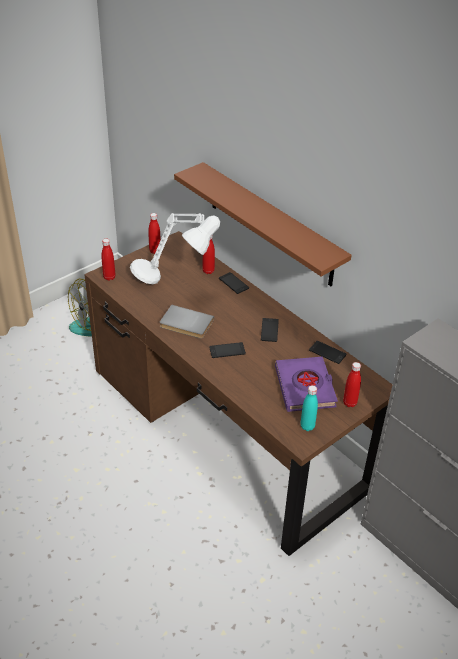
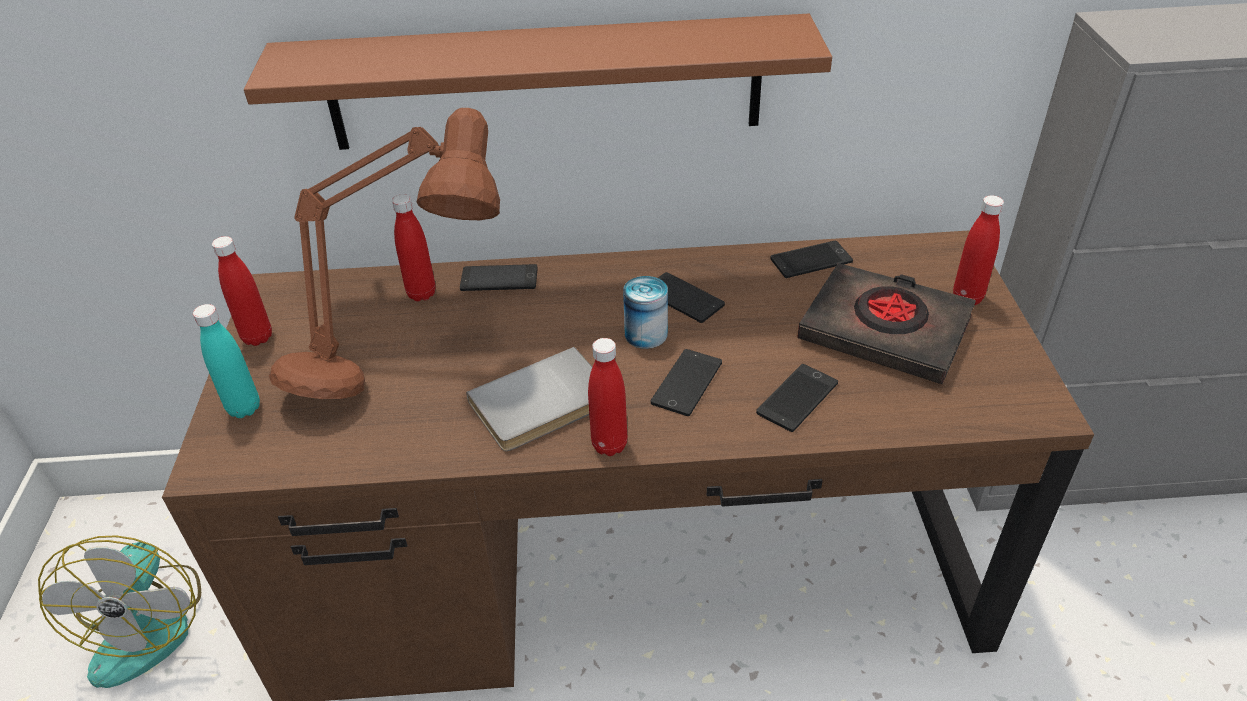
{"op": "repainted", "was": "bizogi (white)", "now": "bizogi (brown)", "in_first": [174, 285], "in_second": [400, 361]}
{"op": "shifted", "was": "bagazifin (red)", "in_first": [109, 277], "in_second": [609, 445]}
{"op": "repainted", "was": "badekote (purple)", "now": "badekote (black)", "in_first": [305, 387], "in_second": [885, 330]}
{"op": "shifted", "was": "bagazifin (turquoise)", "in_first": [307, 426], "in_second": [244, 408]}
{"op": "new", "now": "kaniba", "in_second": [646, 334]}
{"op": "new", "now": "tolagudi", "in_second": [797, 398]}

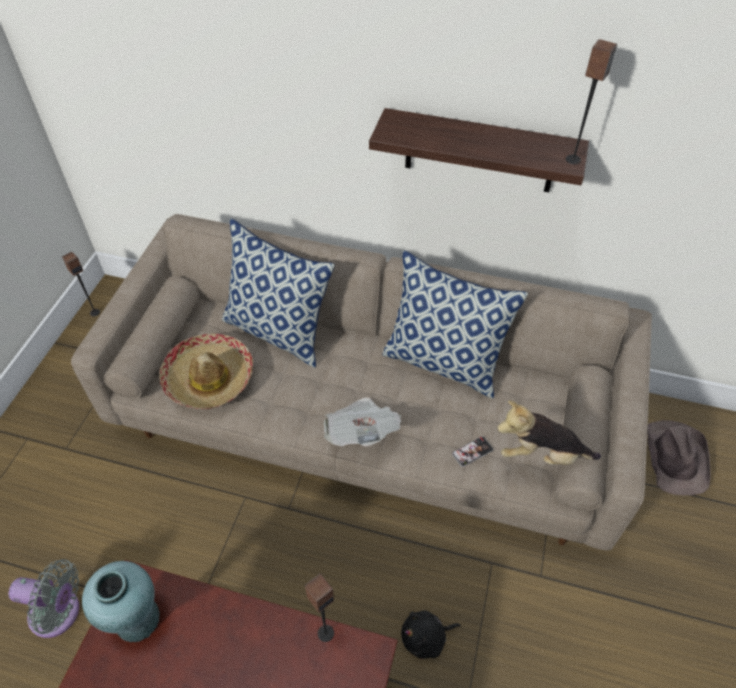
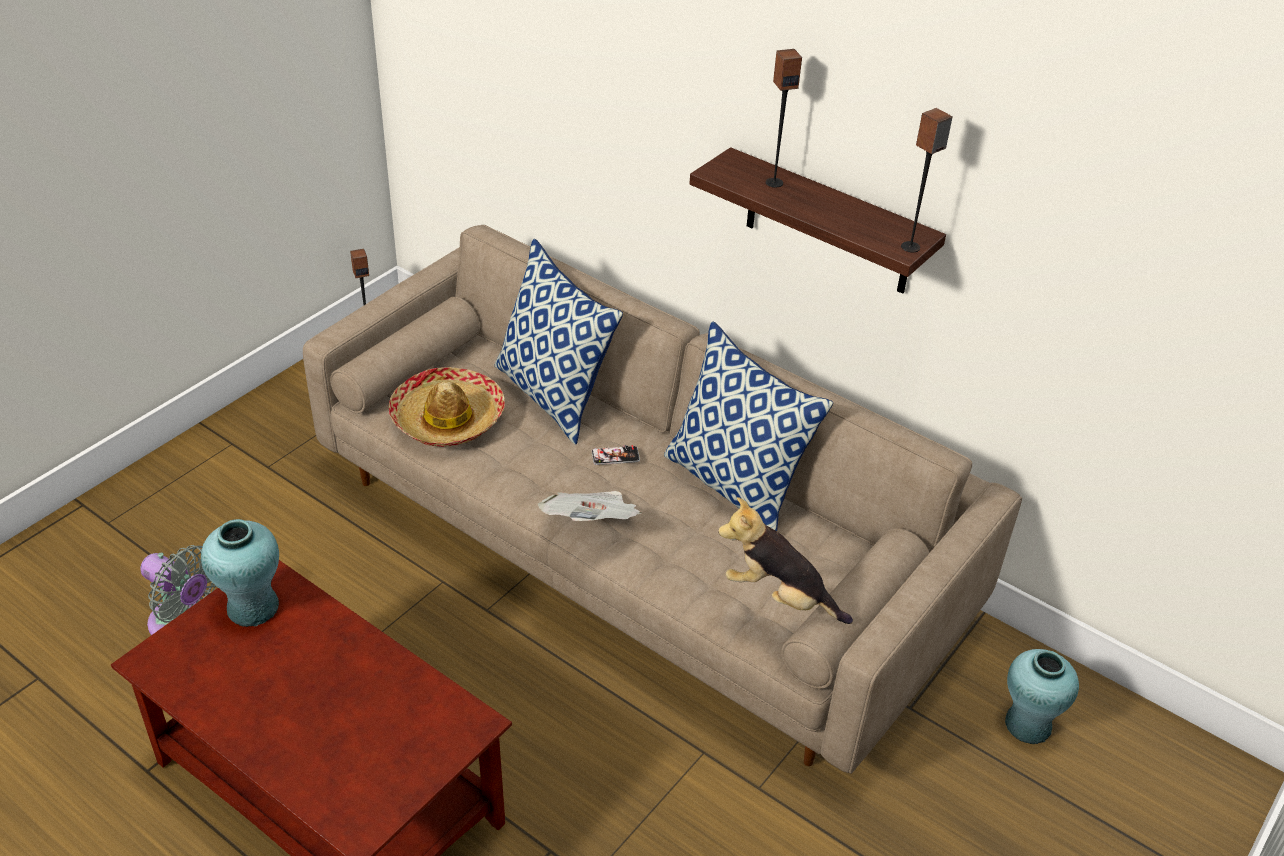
{"op": "swapped", "was": "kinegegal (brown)", "now": "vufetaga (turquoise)", "in_first": [675, 457], "in_second": [1027, 725]}
{"op": "shifted", "was": "tolagudi", "in_first": [472, 452], "in_second": [615, 456]}
{"op": "shifted", "was": "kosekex", "in_first": [325, 633], "in_second": [774, 182]}
{"op": "gone", "was": "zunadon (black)", "in_first": [426, 638]}

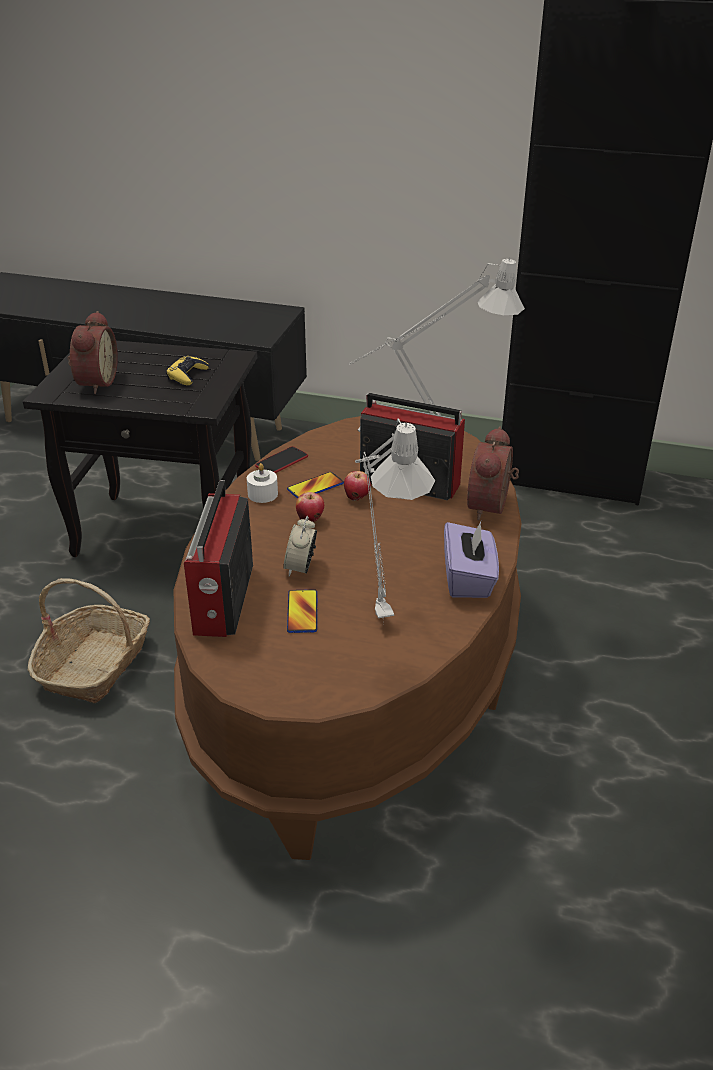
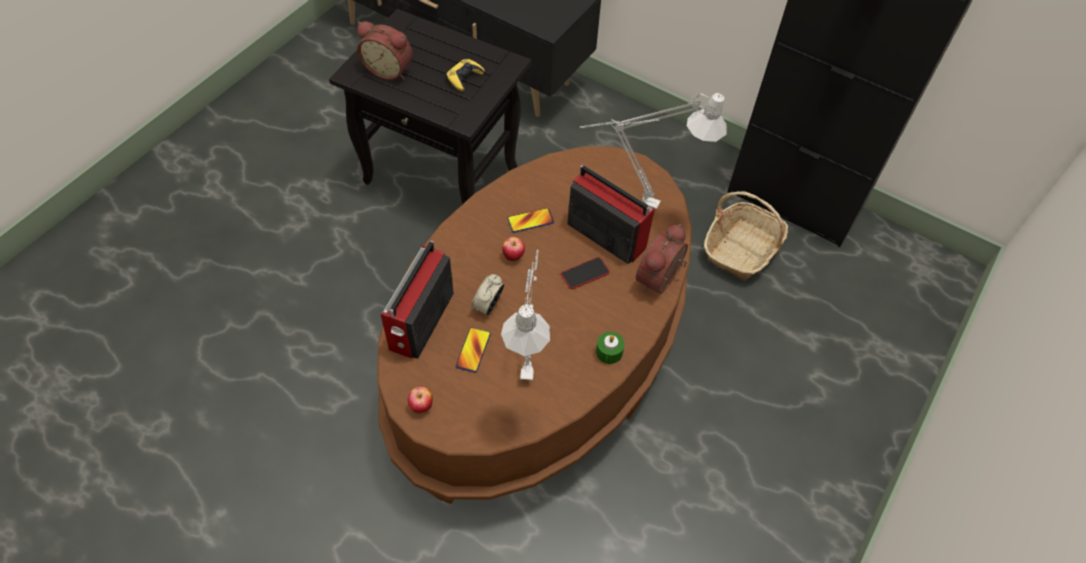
{"op": "rotated", "was": "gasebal", "in_first": [94, 382], "in_second": [389, 69], "clockwise": 90}
{"op": "shifted", "was": "tolagudi", "in_first": [281, 461], "in_second": [585, 274]}
{"op": "gone", "was": "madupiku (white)", "in_first": [262, 494]}
{"op": "shifted", "was": "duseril", "in_first": [357, 498], "in_second": [421, 406]}
{"op": "swapped", "was": "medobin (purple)", "now": "madupiku (green)", "in_first": [468, 579], "in_second": [609, 352]}
{"op": "shifted", "was": "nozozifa", "in_first": [95, 665], "in_second": [742, 248]}

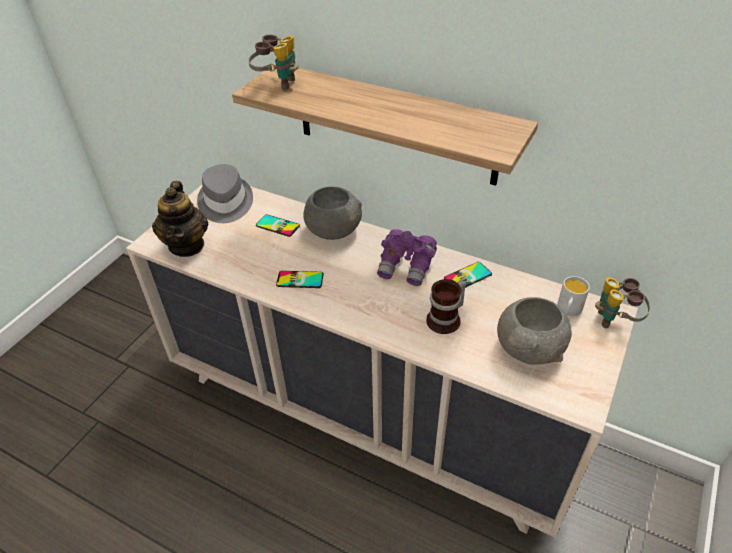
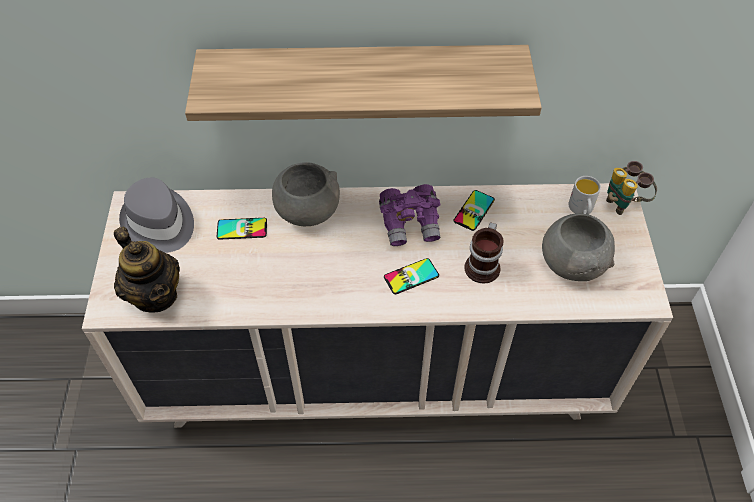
{"op": "gone", "was": "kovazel", "in_first": [277, 83]}
{"op": "shifted", "was": "tolagudi", "in_first": [300, 280], "in_second": [411, 276]}

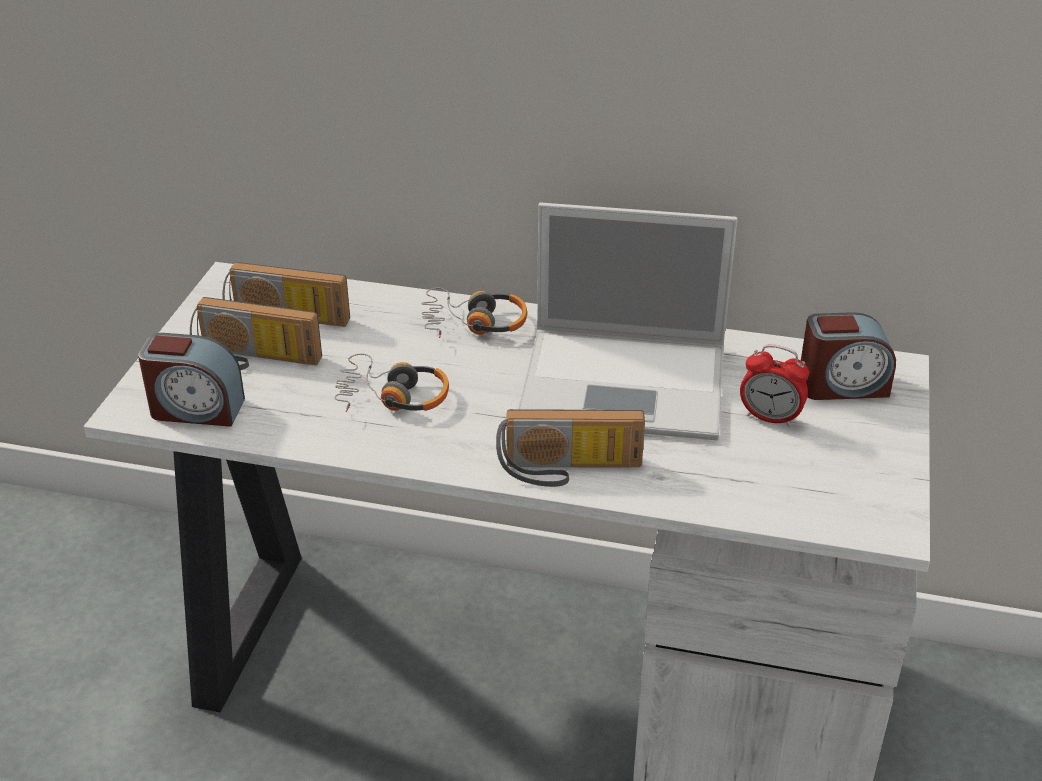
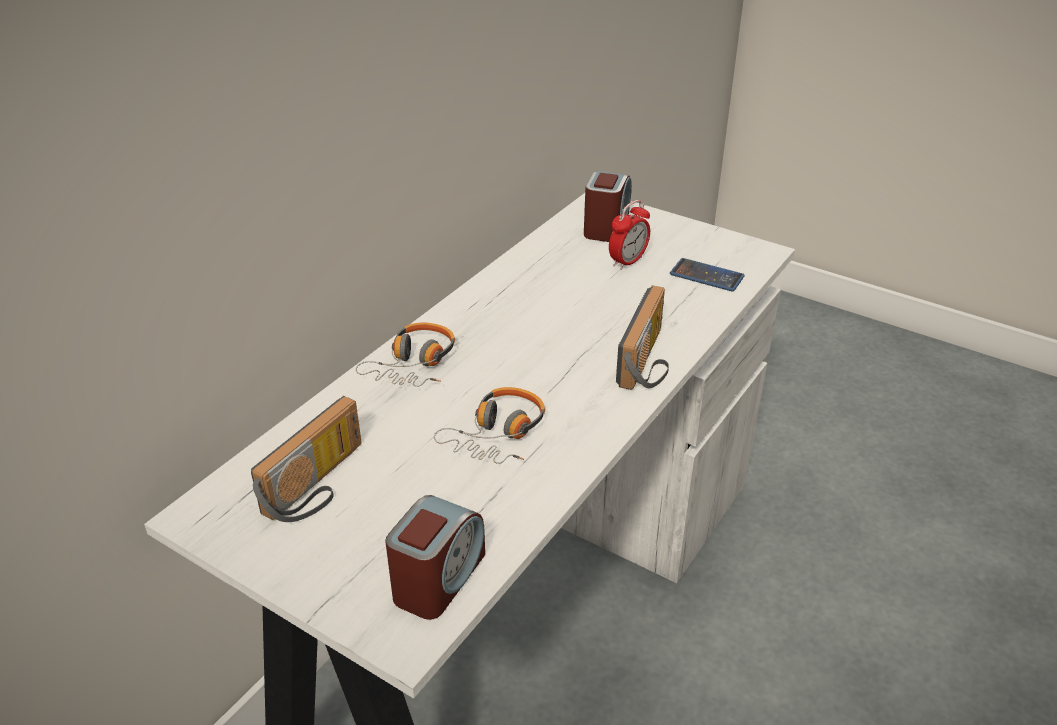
{"op": "gone", "was": "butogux", "in_first": [628, 383]}
{"op": "gone", "was": "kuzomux", "in_first": [254, 359]}
{"op": "new", "now": "tolagudi", "in_second": [706, 276]}

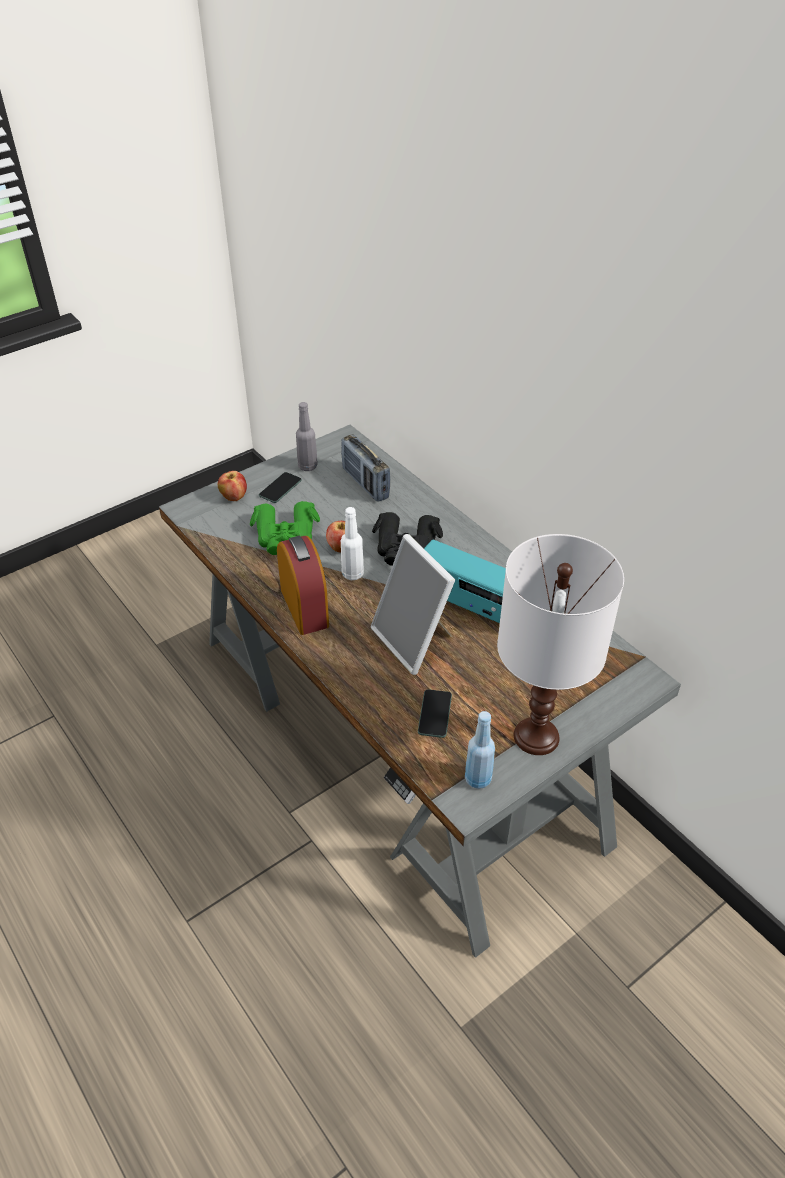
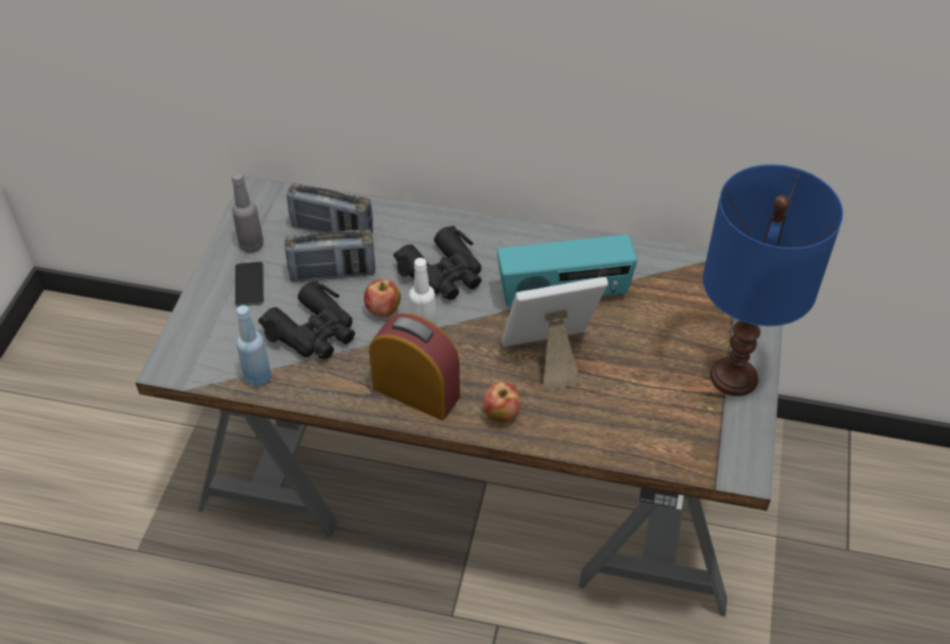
{"op": "shifted", "was": "duseril", "in_first": [234, 497], "in_second": [501, 414]}
{"op": "repainted", "was": "kovazel (green)", "now": "kovazel (black)", "in_first": [285, 536], "in_second": [314, 331]}
{"op": "rotated", "was": "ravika", "in_first": [415, 641], "in_second": [550, 358], "clockwise": 150}
{"op": "repainted", "was": "bizogi (white)", "now": "bizogi (blue)", "in_first": [536, 737], "in_second": [734, 377]}
{"op": "gone", "was": "tolagudi", "in_first": [435, 714]}
{"op": "shifted", "was": "bagazifin (blue)", "in_first": [478, 778], "in_second": [257, 377]}
{"op": "new", "now": "kuzomux", "in_second": [332, 273]}

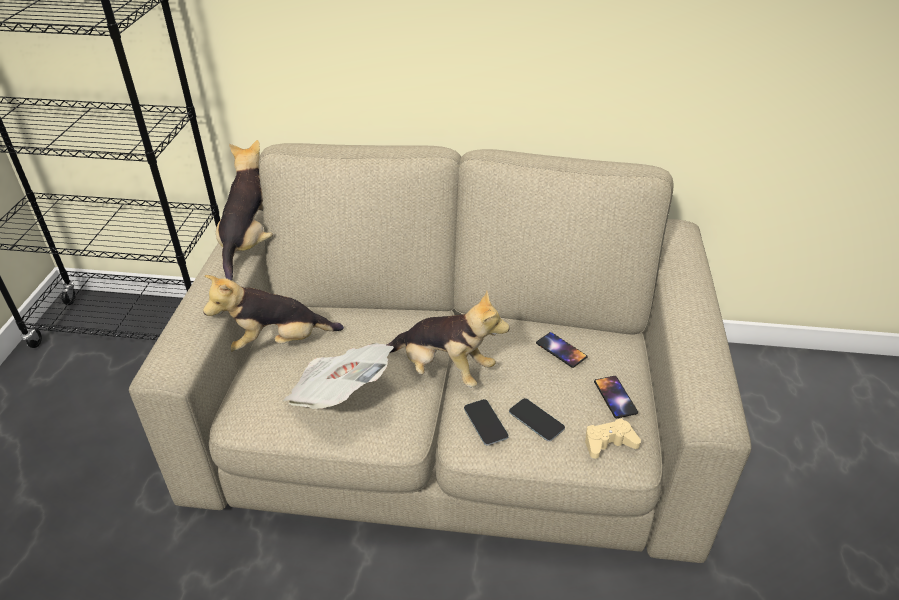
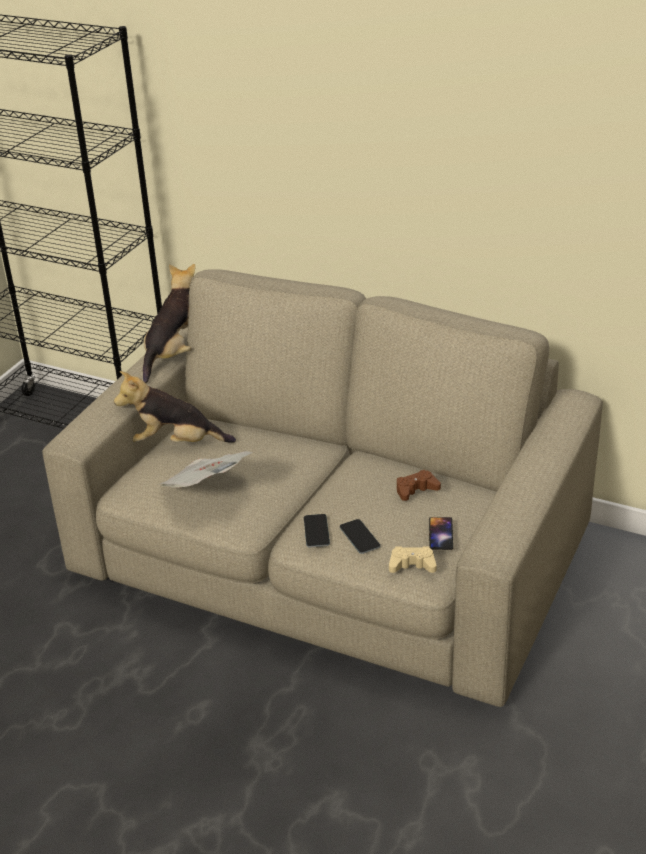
{"op": "gone", "was": "zunadon", "in_first": [443, 369]}
{"op": "swapped", "was": "tolagudi", "now": "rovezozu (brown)", "in_first": [561, 350], "in_second": [416, 490]}

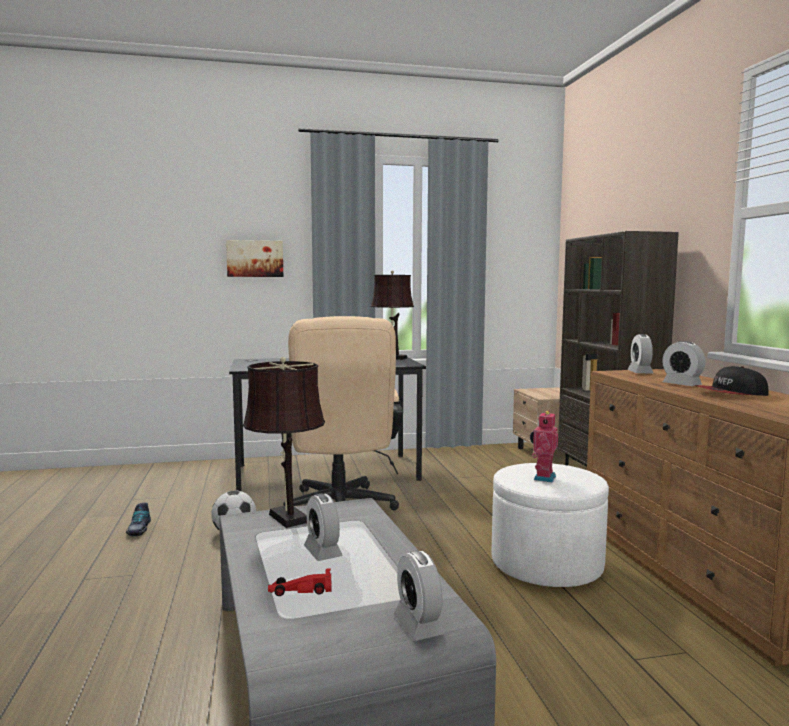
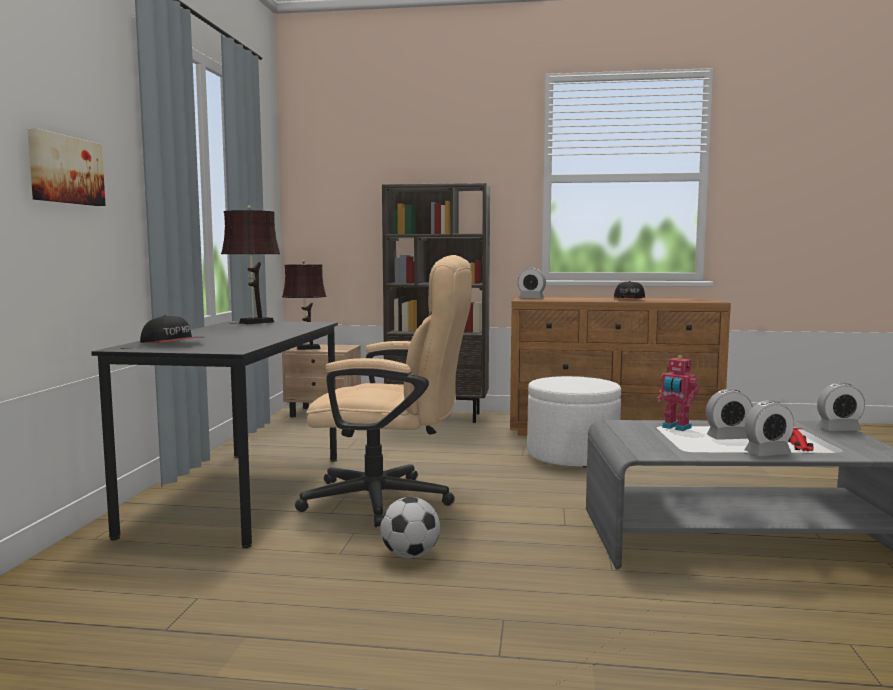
{"op": "shifted", "was": "gasebal", "in_first": [682, 384], "in_second": [767, 453]}
{"op": "shifted", "was": "bizogi (brown)", "in_first": [286, 516], "in_second": [306, 348]}
{"op": "shifted", "was": "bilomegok", "in_first": [542, 478], "in_second": [675, 427]}
{"op": "gone", "was": "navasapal", "in_first": [138, 528]}
{"op": "new", "now": "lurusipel", "in_second": [172, 343]}

